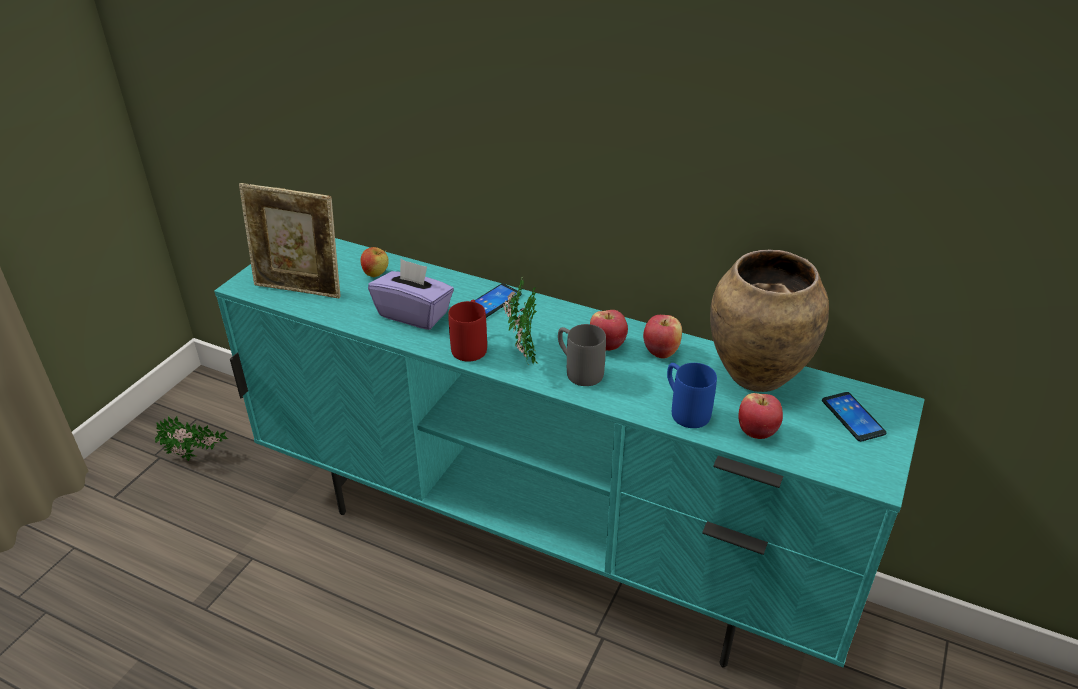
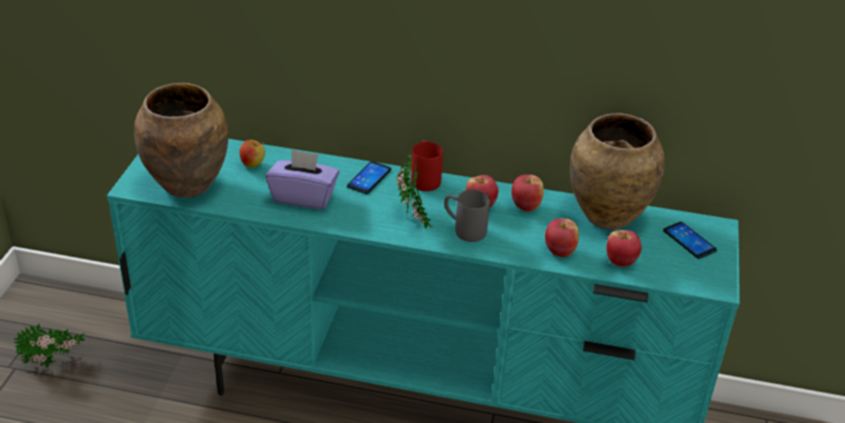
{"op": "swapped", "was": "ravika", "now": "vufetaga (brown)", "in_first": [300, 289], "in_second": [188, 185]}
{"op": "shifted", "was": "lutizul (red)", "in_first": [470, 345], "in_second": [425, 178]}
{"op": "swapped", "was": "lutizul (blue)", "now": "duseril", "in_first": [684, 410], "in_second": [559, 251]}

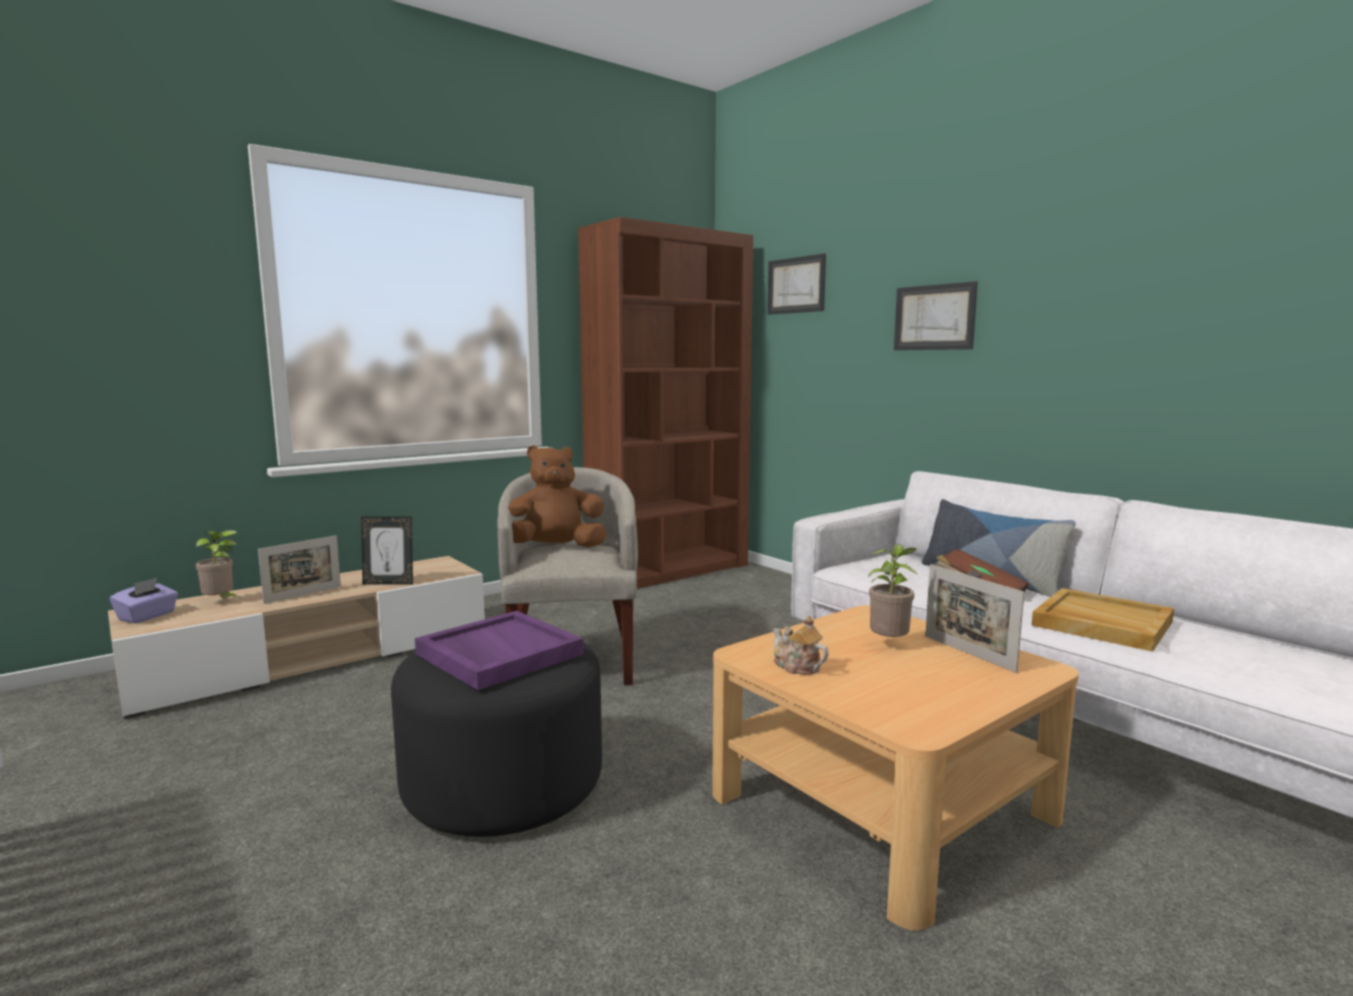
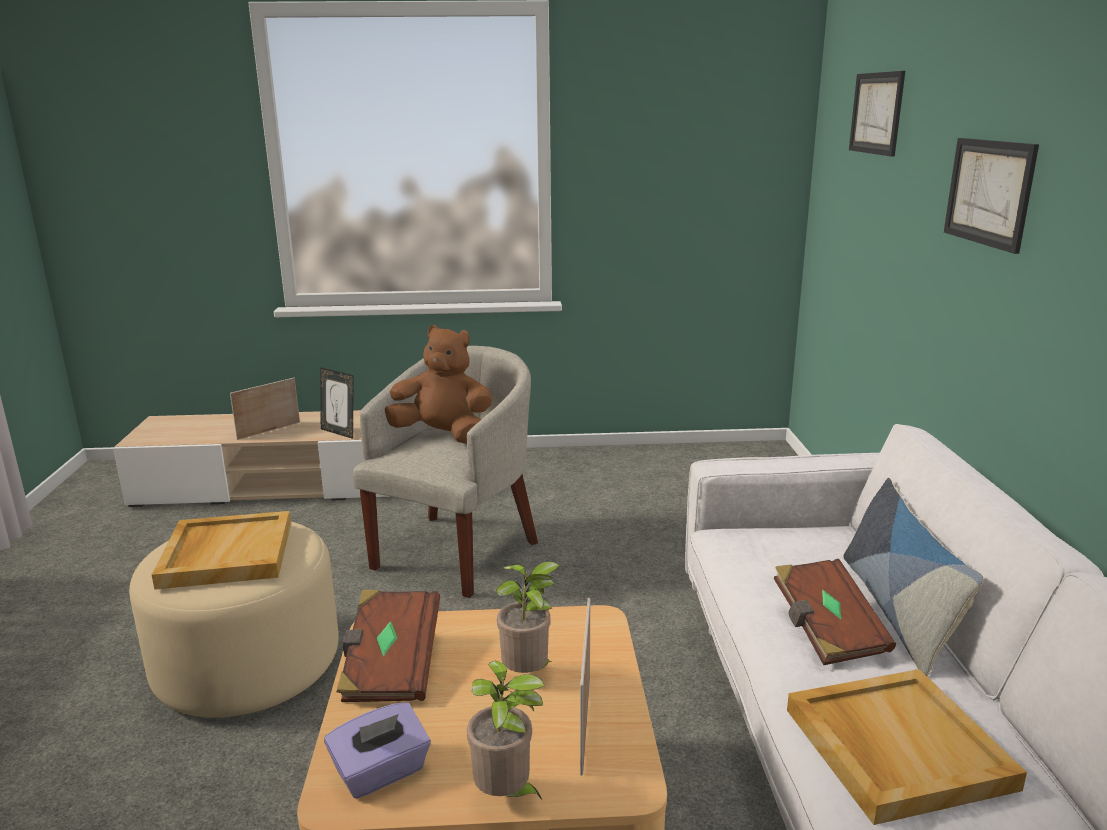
{"op": "gone", "was": "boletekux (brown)", "in_first": [669, 570]}
{"op": "shifted", "was": "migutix", "in_first": [221, 602], "in_second": [506, 796]}
{"op": "rotated", "was": "ravika", "in_first": [303, 594], "in_second": [269, 430], "clockwise": 150}
{"op": "shifted", "was": "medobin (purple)", "in_first": [147, 616], "in_second": [381, 772]}
{"op": "repainted", "was": "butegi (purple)", "now": "butegi (beige)", "in_first": [498, 654], "in_second": [226, 554]}
{"op": "swapped", "was": "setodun", "now": "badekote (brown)", "in_first": [797, 667], "in_second": [390, 666]}
{"op": "repainted", "was": "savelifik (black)", "now": "savelifik (beige)", "in_first": [503, 785], "in_second": [248, 665]}

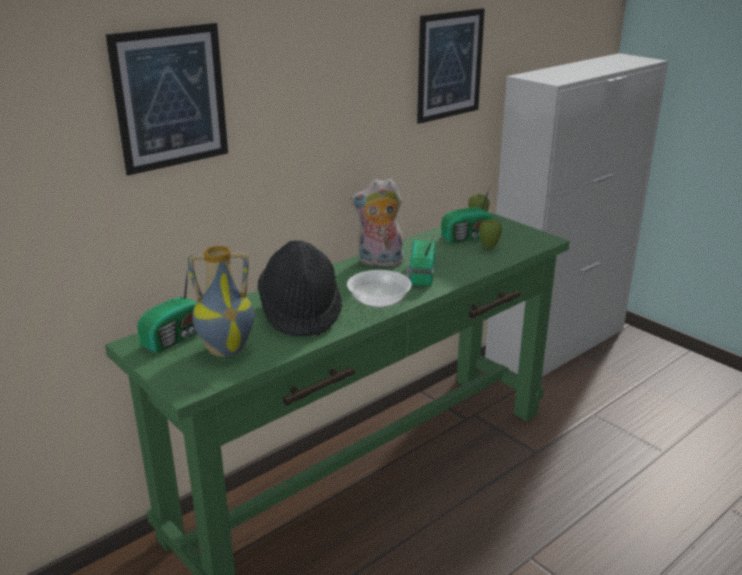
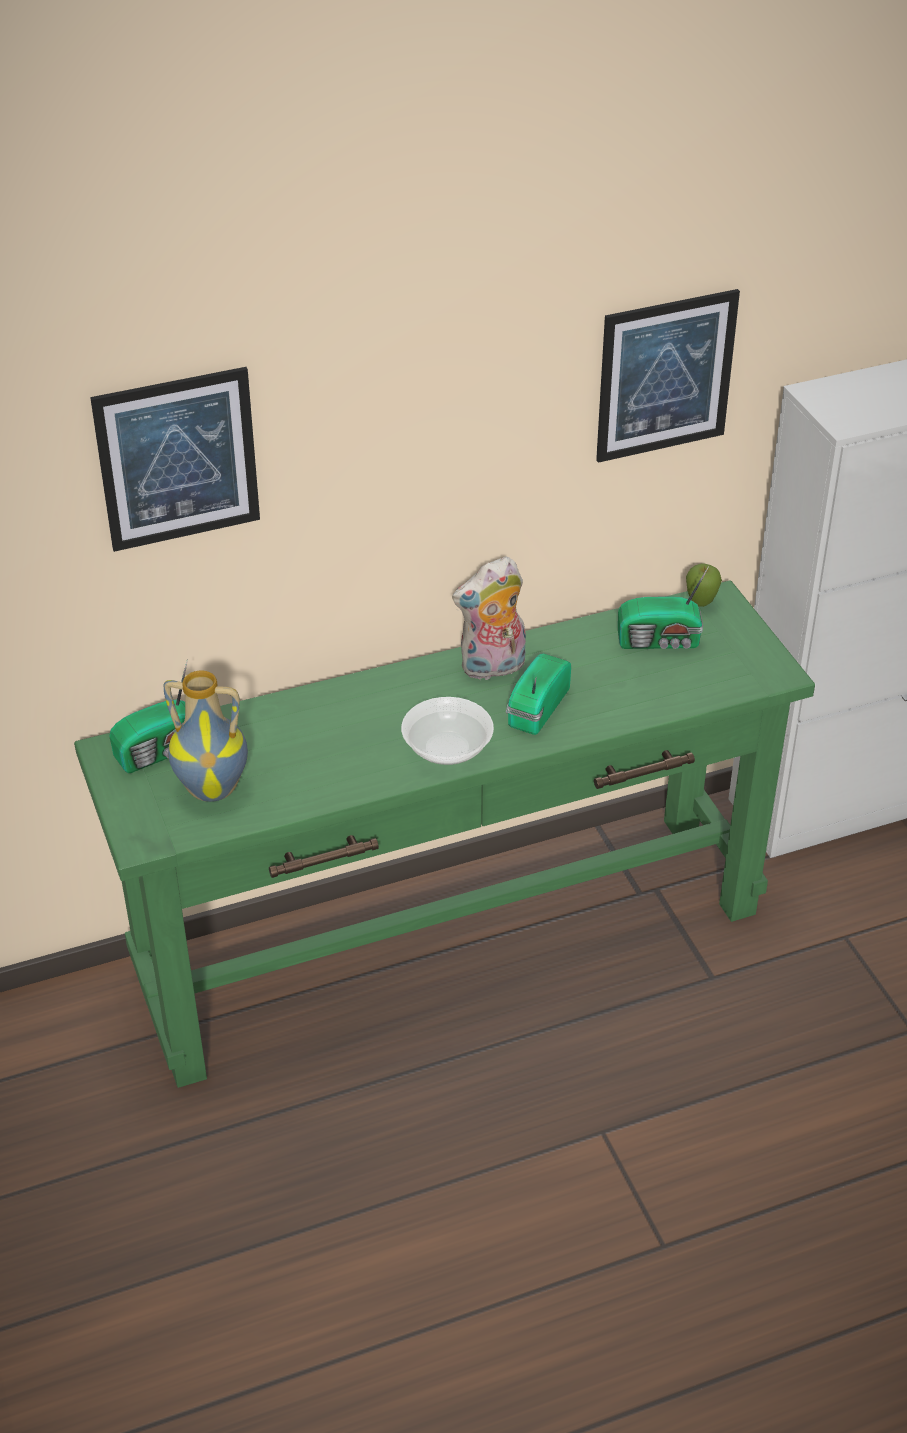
{"op": "rotated", "was": "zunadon", "in_first": [379, 262], "in_second": [492, 668], "clockwise": -45}
{"op": "gone", "was": "duseril", "in_first": [489, 247]}
{"op": "gone", "was": "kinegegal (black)", "in_first": [301, 313]}

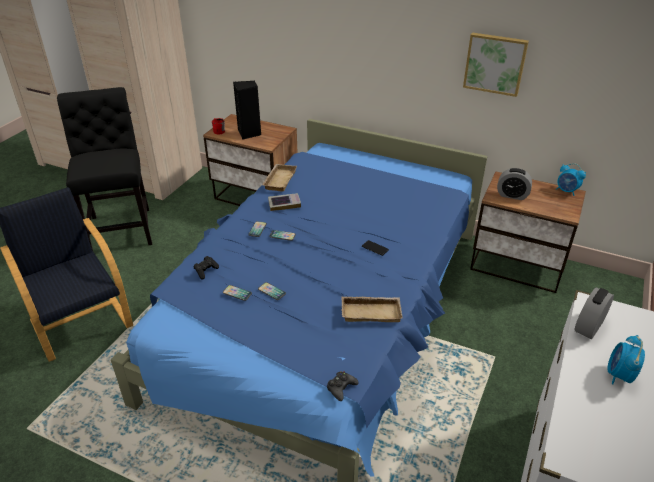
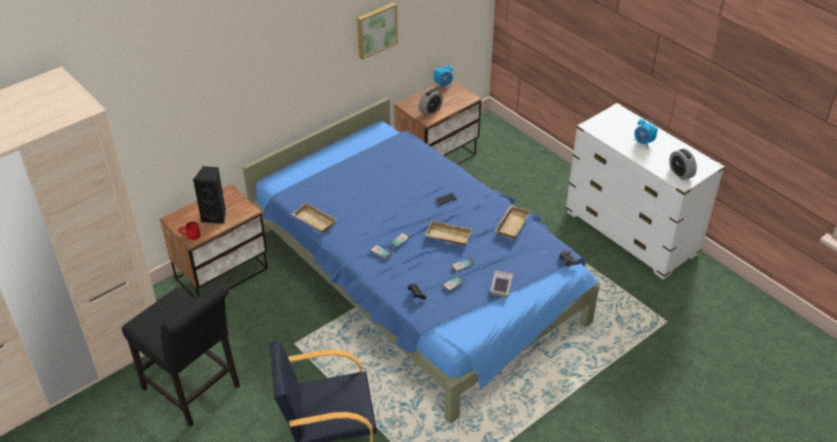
{"op": "rotated", "was": "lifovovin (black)", "in_first": [121, 228], "in_second": [194, 390], "clockwise": -150}
{"op": "shifted", "was": "badekote", "in_first": [284, 204], "in_second": [501, 286]}
{"op": "shifted", "was": "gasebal", "in_first": [589, 326], "in_second": [680, 173]}
{"op": "new", "now": "butegi (beige)", "in_second": [447, 236]}

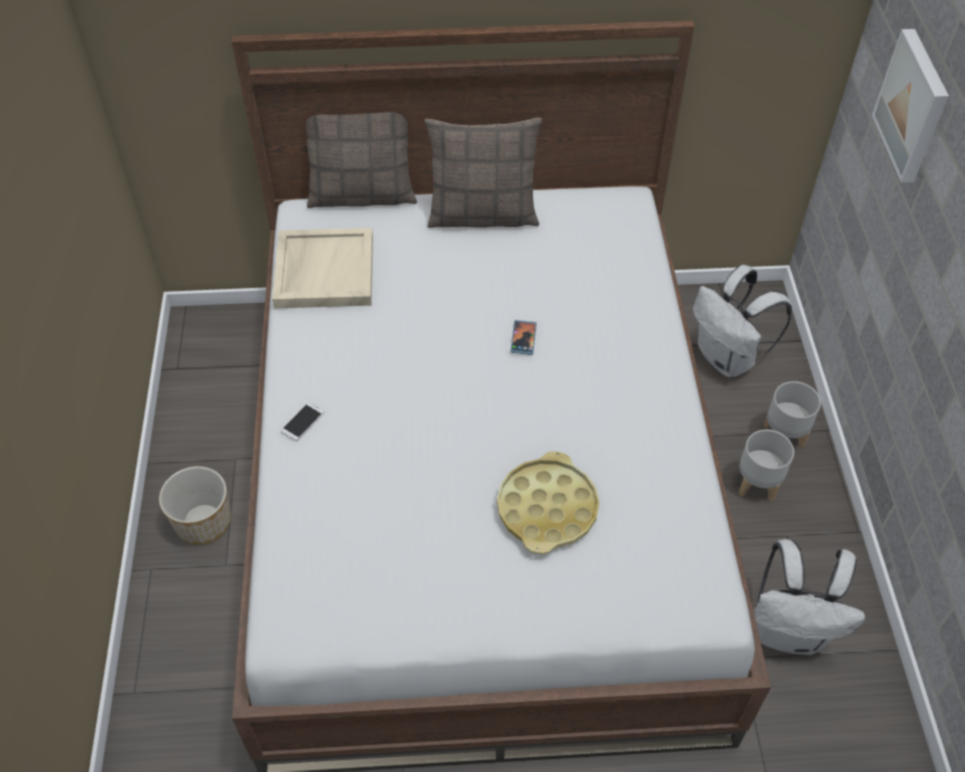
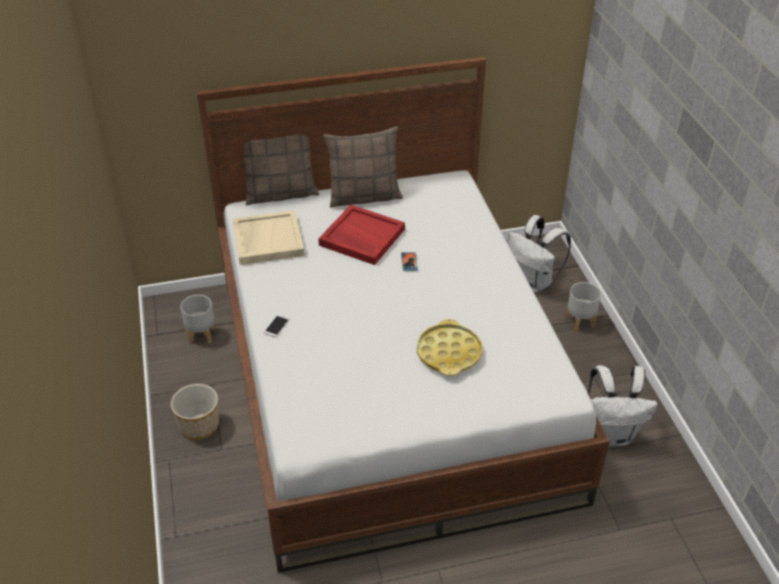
{"op": "gone", "was": "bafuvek", "in_first": [914, 106]}
{"op": "shifted", "was": "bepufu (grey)", "in_first": [758, 484], "in_second": [202, 335]}
{"op": "new", "now": "butegi (red)", "in_second": [361, 237]}

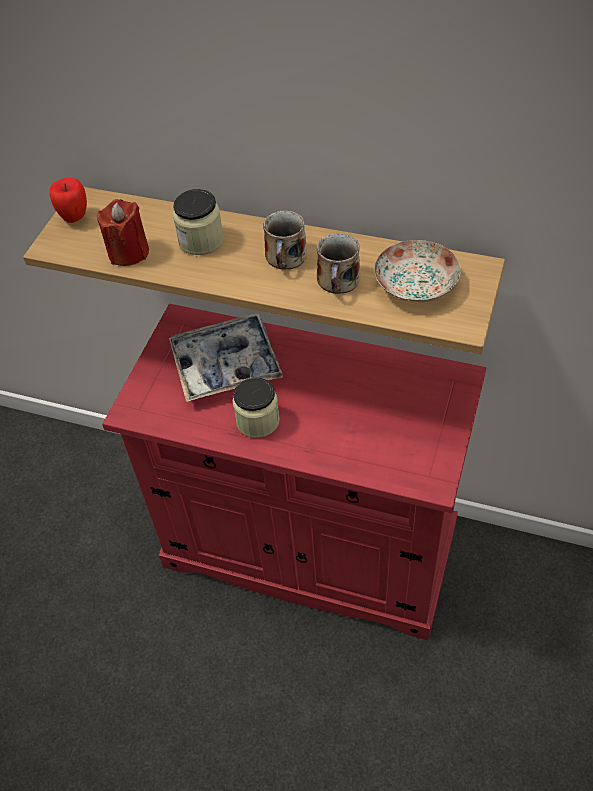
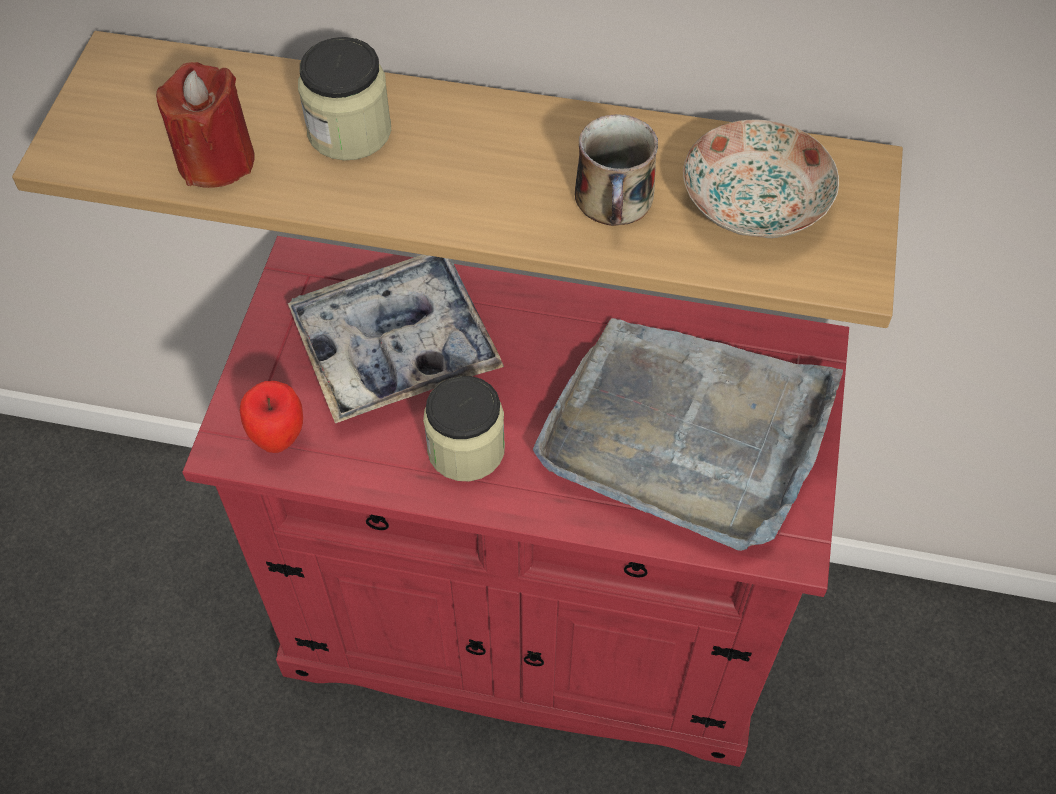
{"op": "shifted", "was": "duseril", "in_first": [75, 218], "in_second": [279, 440]}
{"op": "gone", "was": "lutizul", "in_first": [286, 257]}
{"op": "new", "now": "butegi (grey)", "in_second": [687, 433]}

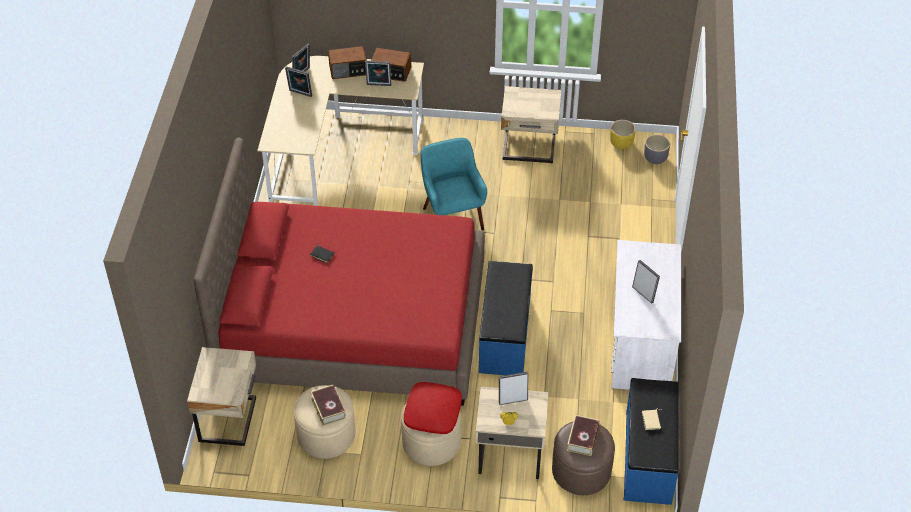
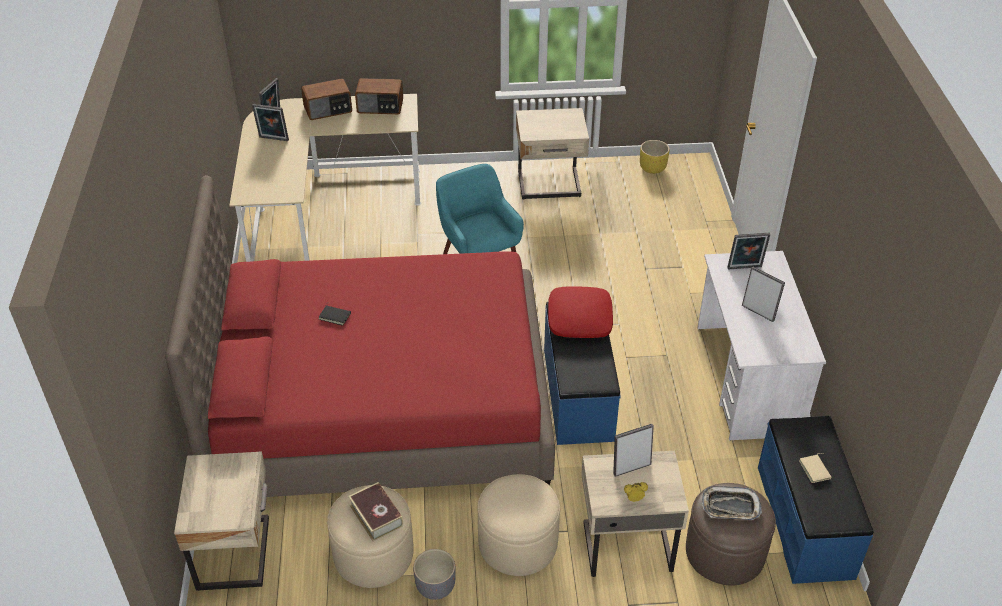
{"op": "shifted", "was": "ravika", "in_first": [378, 85], "in_second": [745, 268]}
{"op": "shifted", "was": "bepufu (grey)", "in_first": [655, 158], "in_second": [435, 586]}
{"op": "shifted", "was": "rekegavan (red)", "in_first": [432, 412], "in_second": [579, 319]}
{"op": "swapped", "was": "badekote", "now": "butegi", "in_first": [582, 438], "in_second": [730, 507]}

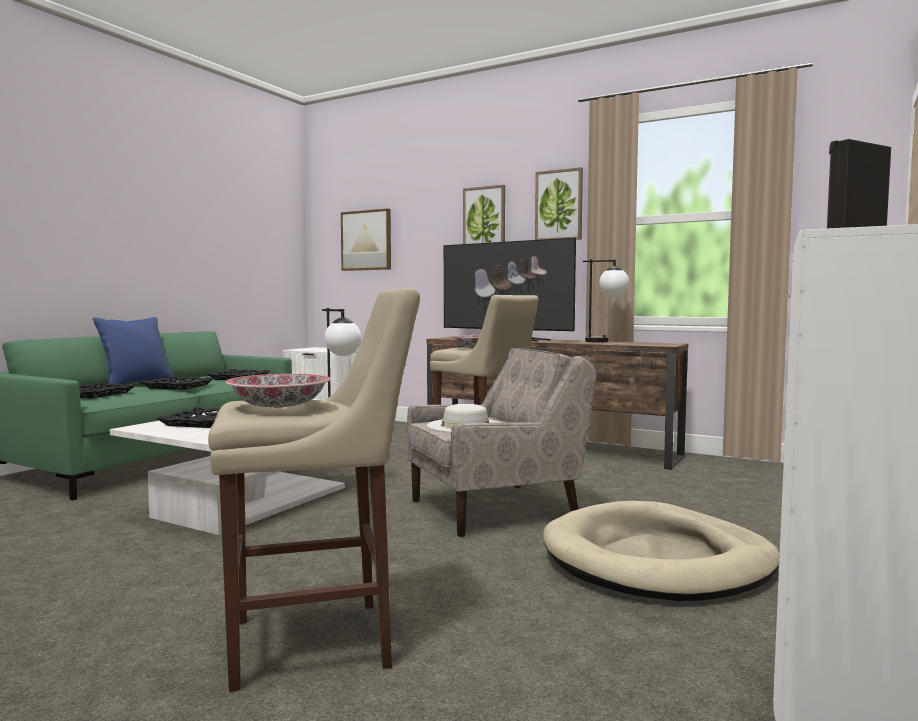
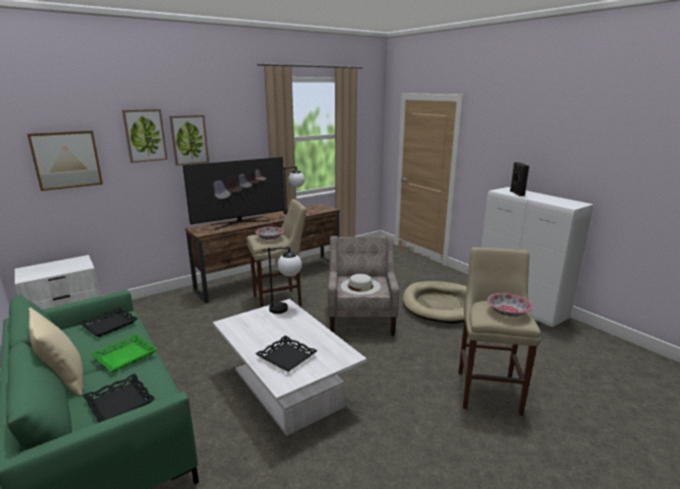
{"op": "shifted", "was": "bafuvek", "in_first": [559, 205], "in_second": [145, 135]}
{"op": "repainted", "was": "rekegavan (blue)", "now": "rekegavan (beige)", "in_first": [136, 384], "in_second": [64, 379]}
{"op": "repainted", "was": "butegi (black)", "now": "butegi (green)", "in_first": [178, 386], "in_second": [125, 356]}

